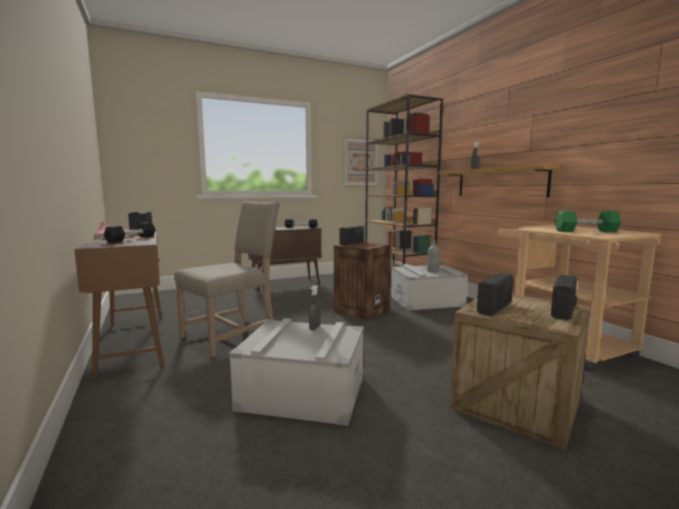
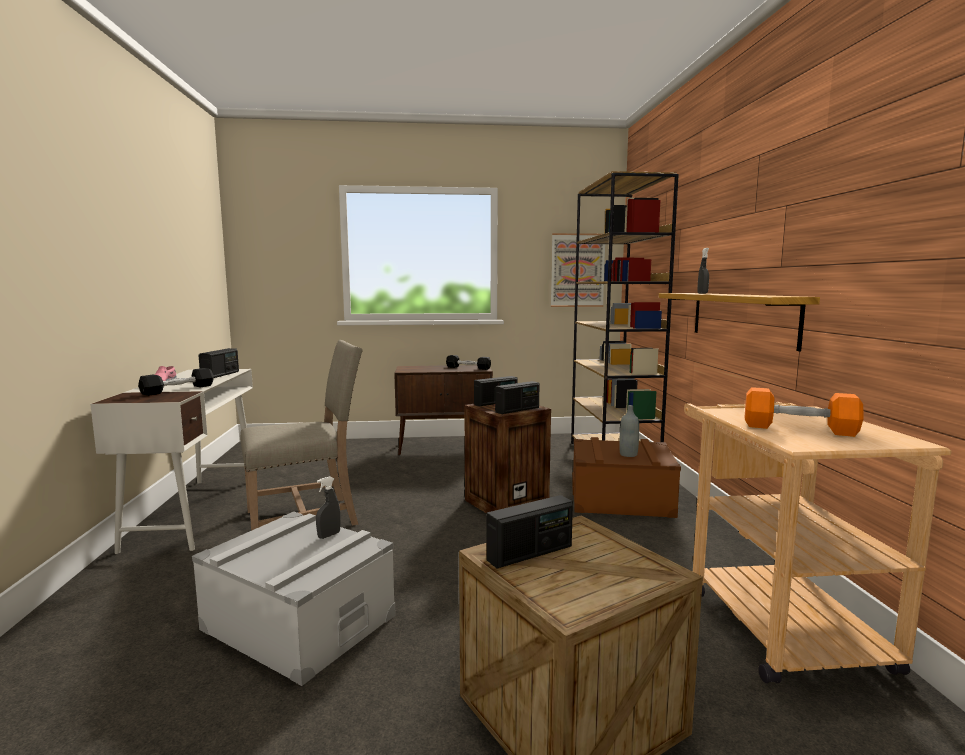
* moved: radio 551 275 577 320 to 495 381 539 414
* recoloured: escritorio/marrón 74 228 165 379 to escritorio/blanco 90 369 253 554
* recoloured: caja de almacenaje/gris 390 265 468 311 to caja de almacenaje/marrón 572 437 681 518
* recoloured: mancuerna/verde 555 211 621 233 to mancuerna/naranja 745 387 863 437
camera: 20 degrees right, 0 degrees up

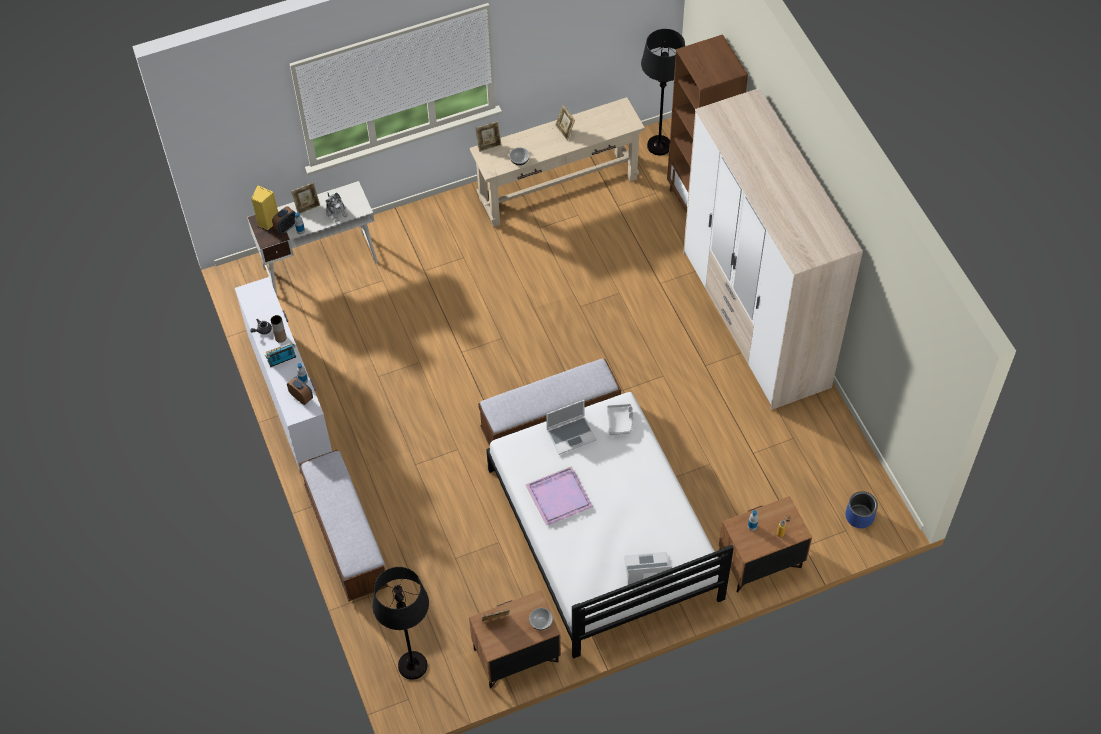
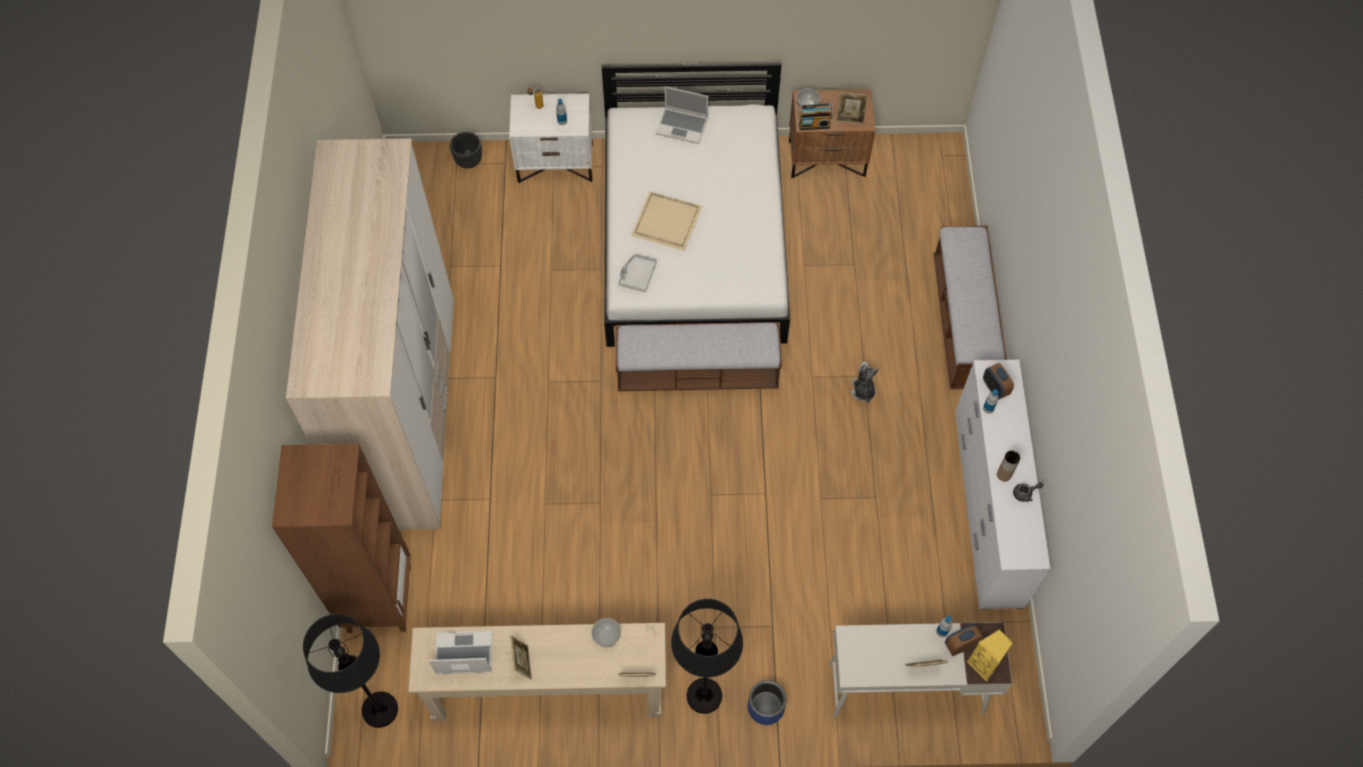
* removed: bandeja/morado 526 466 593 526
* added: maceta/negro 450 132 482 169
* added: bandeja/beis 631 192 703 251
* moved: radio 265 343 296 367 to 798 104 833 130
* moved: peluche 325 193 348 222 to 851 361 879 404
* moved: lámpara de pie/negro 372 567 429 680 to 671 599 743 714
* moved: portátil 546 400 597 455 to 428 631 492 674
* moved: maceta/azul 845 491 878 528 to 748 680 786 725
* recoloured: mesita de noche/marrón 719 496 812 593 to mesita de noche/blanco 509 94 593 183
camera: 160 degrees left, 5 degrees up

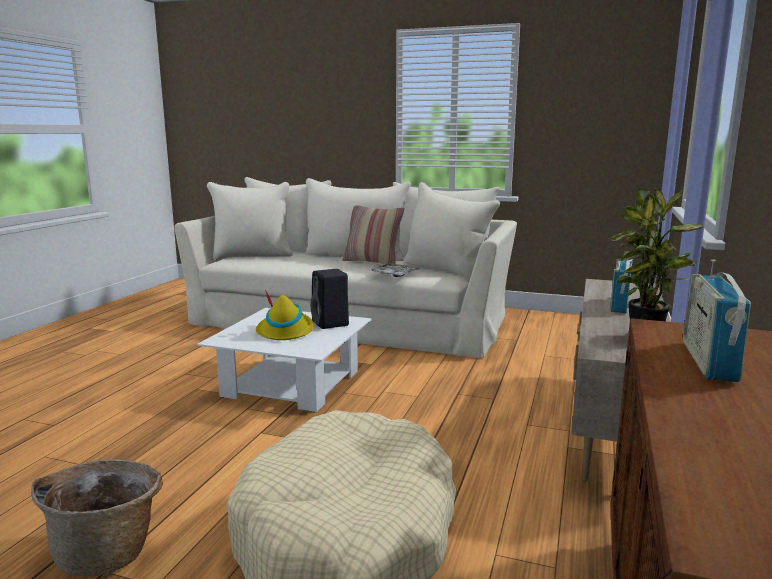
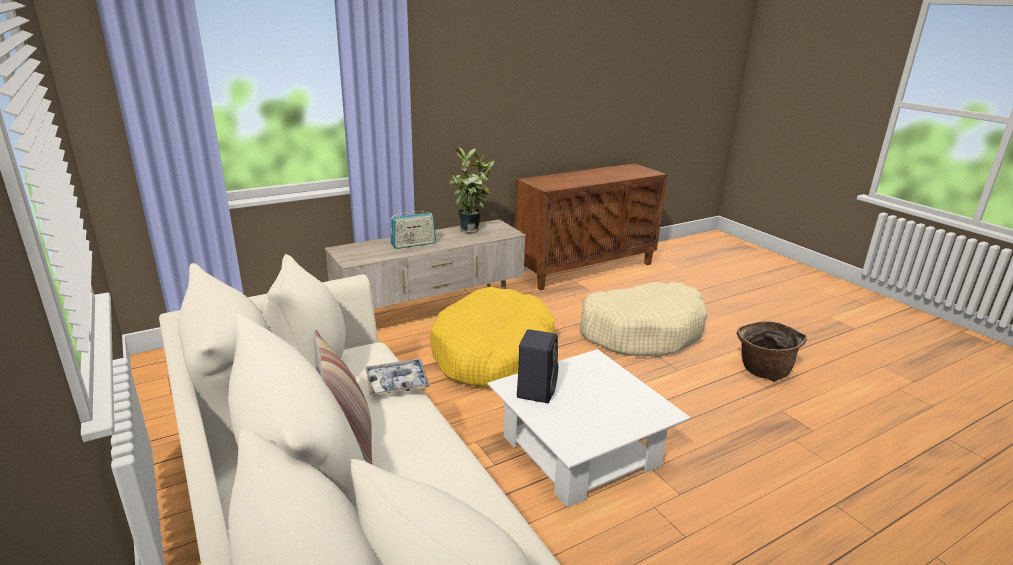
* removed: sombrero/amarillo 256 290 314 340
* removed: radio 683 260 751 382
* added: cama para perro/amarillo 430 287 556 388
camera: 140 degrees left, 10 degrees up

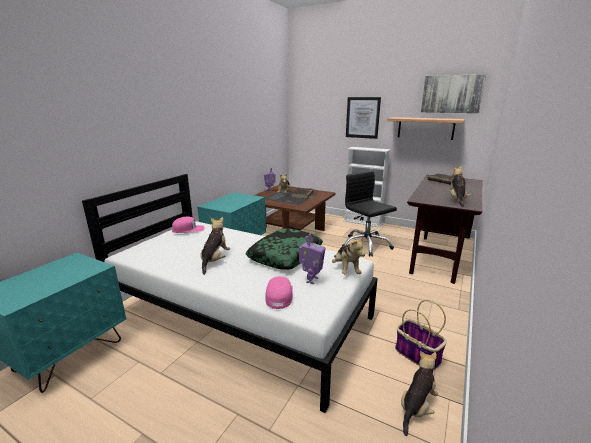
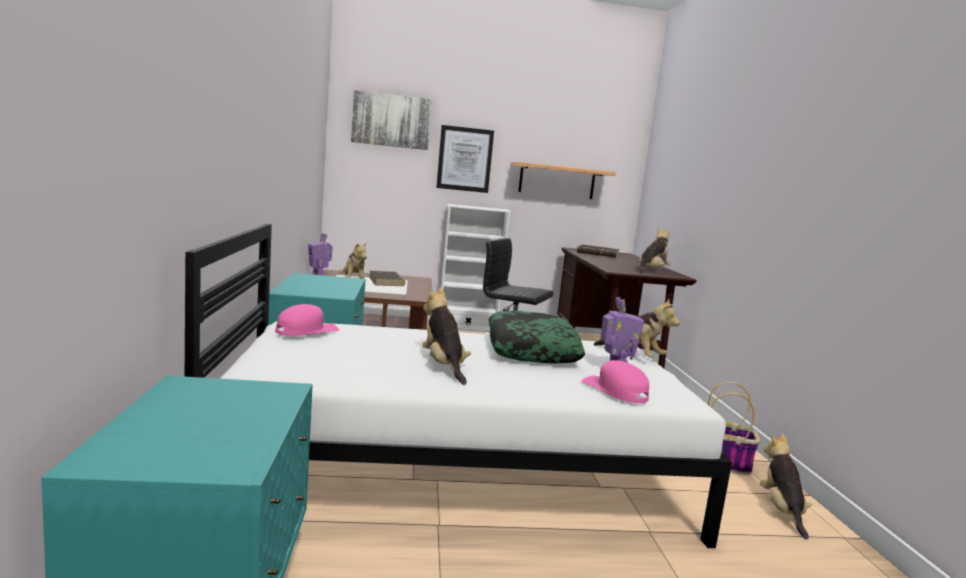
* moved: cuadro 421 74 486 113 to 351 90 432 150
* turned: peluche 449 166 470 207 = 639 227 671 273 60 degrees clockwise
camera: 35 degrees left, 10 degrees down

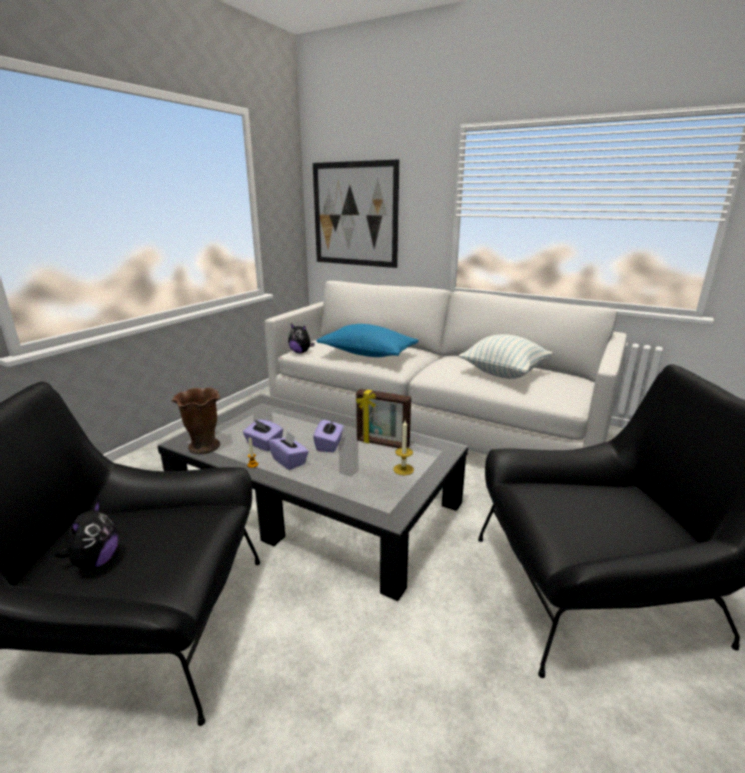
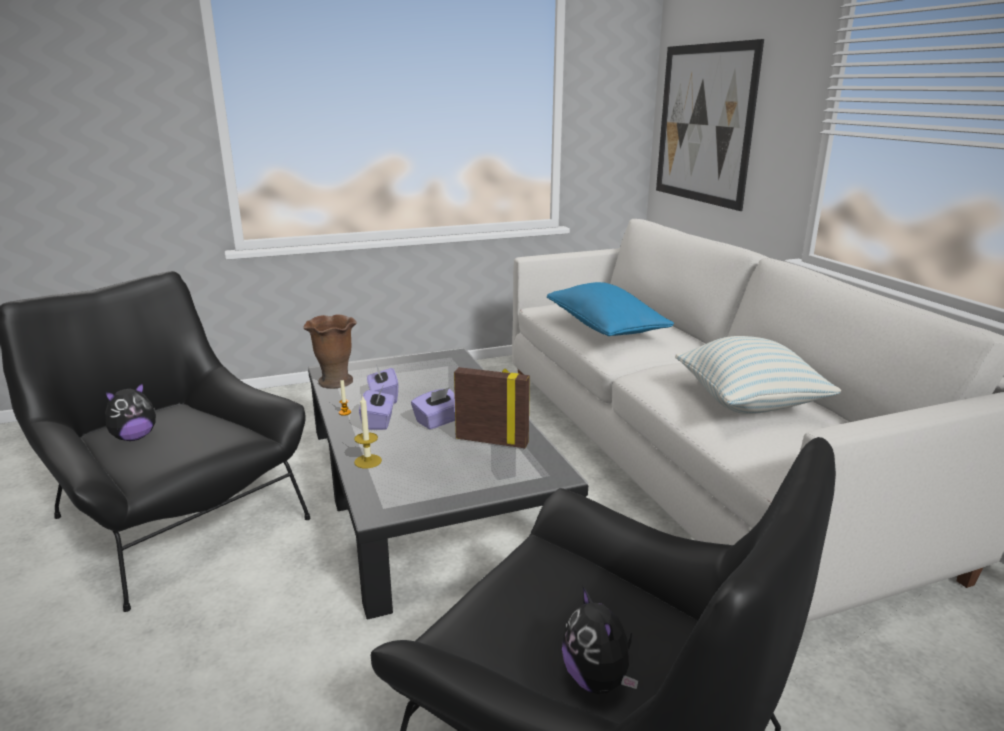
* moved: peluche 288 324 315 353 to 562 587 638 694
* moved: vela 393 421 414 475 to 354 395 382 468
* turned: portarretratos 356 389 411 448 = 454 367 530 448 135 degrees clockwise
camera: 40 degrees right, 0 degrees up

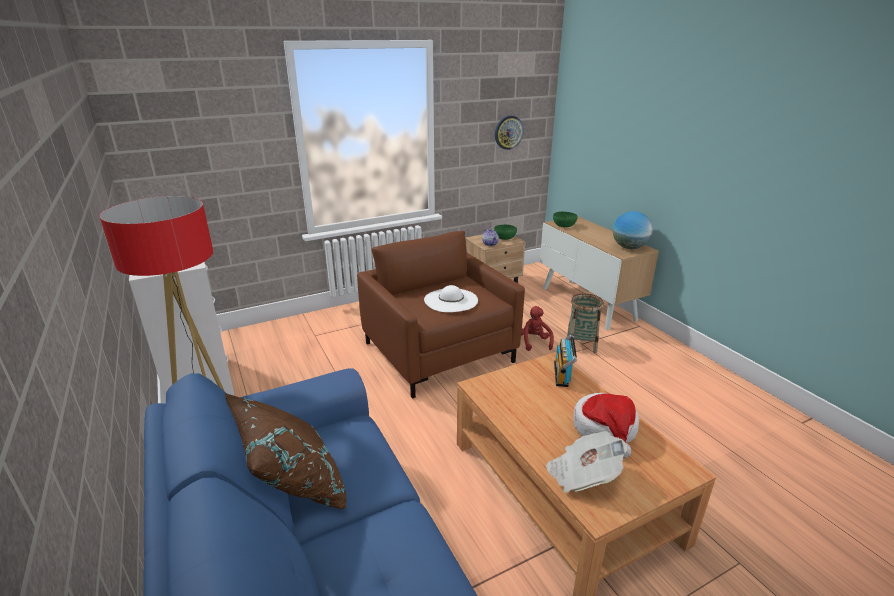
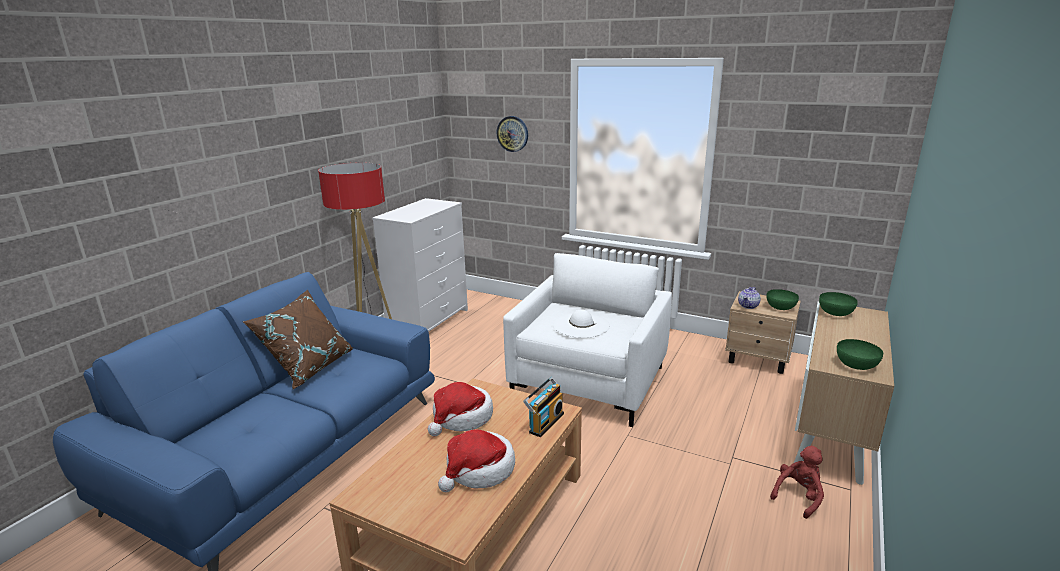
* removed: periódico 546 431 628 493
* removed: cesta 567 293 604 353
* added: sombrero 428 382 493 436
* moved: reloj de pared 495 116 524 150 to 496 116 528 152
* moved: peluche/rojo 521 306 554 351 to 770 446 824 519
* replaced: globo terráqueo 613 211 653 249 to cuenco/verde 837 339 883 370
* recoloured: sillón/marrón 357 231 525 399 to sillón/blanco 503 253 672 427
* turned: radio 554 334 577 387 = 523 377 564 437 150 degrees clockwise
camera: 55 degrees right, 5 degrees down

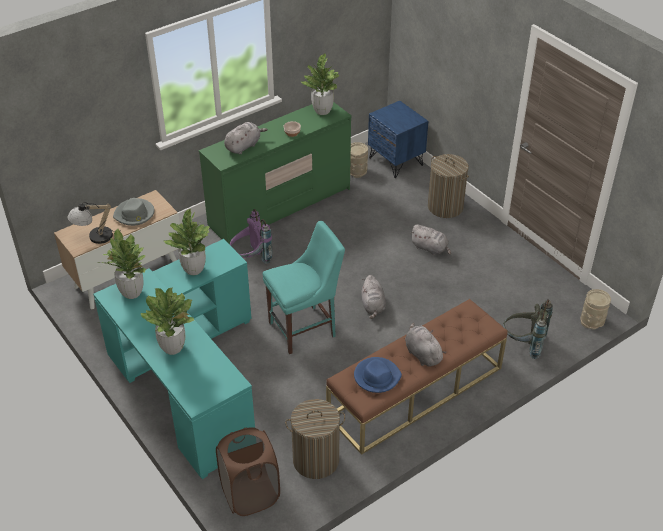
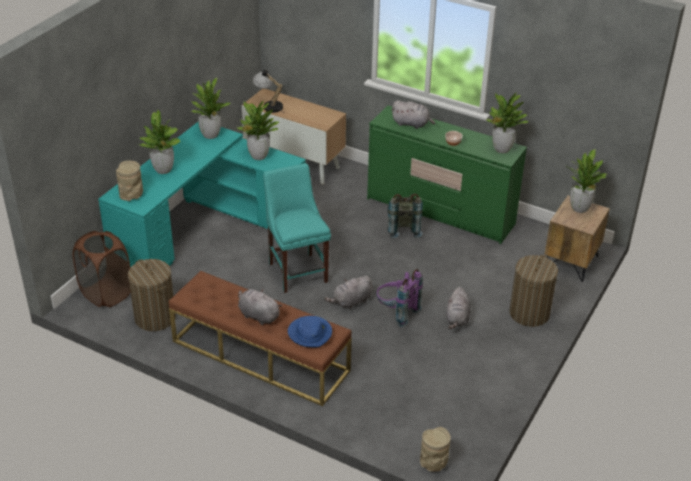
* removed: sombrero/gris 113 198 155 226
* added: planta en maceta 566 149 607 213
* moved: mochila/morado 229 209 273 264 to 376 269 423 327
* moved: florero/beis 350 142 368 178 to 116 161 143 201
* moved: sombrero/azul 354 357 402 393 to 288 316 332 347
* moved: mochila/gris 503 299 553 359 to 387 194 423 238
* recoloured: mesita de noche/azul 368 101 428 178 to mesita de noche/marrón 545 195 610 282
* turned: silla/turquesa 262 221 345 354 = 263 163 331 293 150 degrees counterclockwise
* turned: peluche/gris 405 323 446 367 = 238 289 282 325 90 degrees counterclockwise
camera: 65 degrees right, 5 degrees down

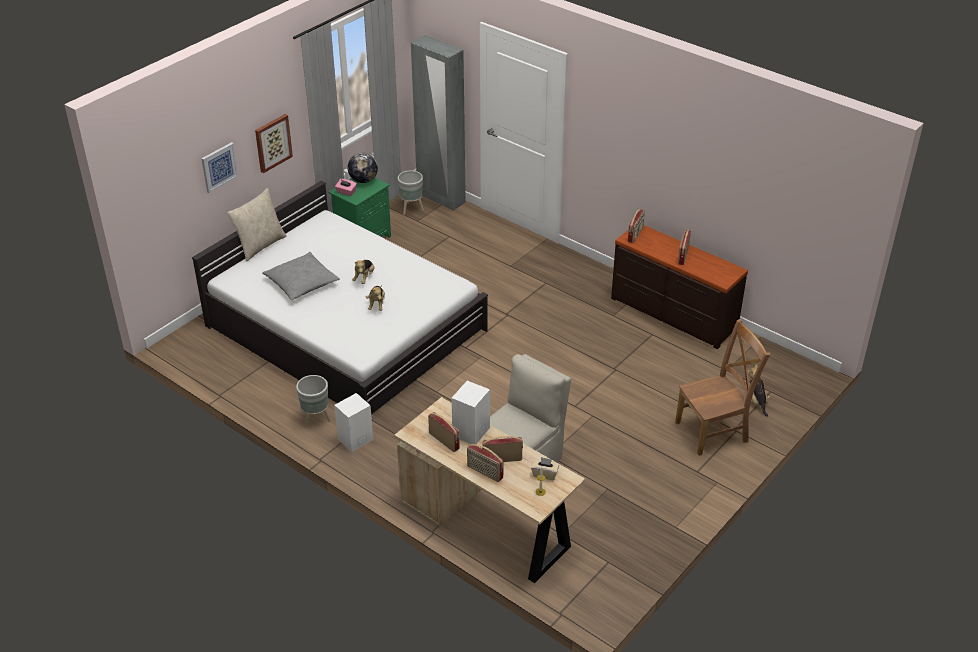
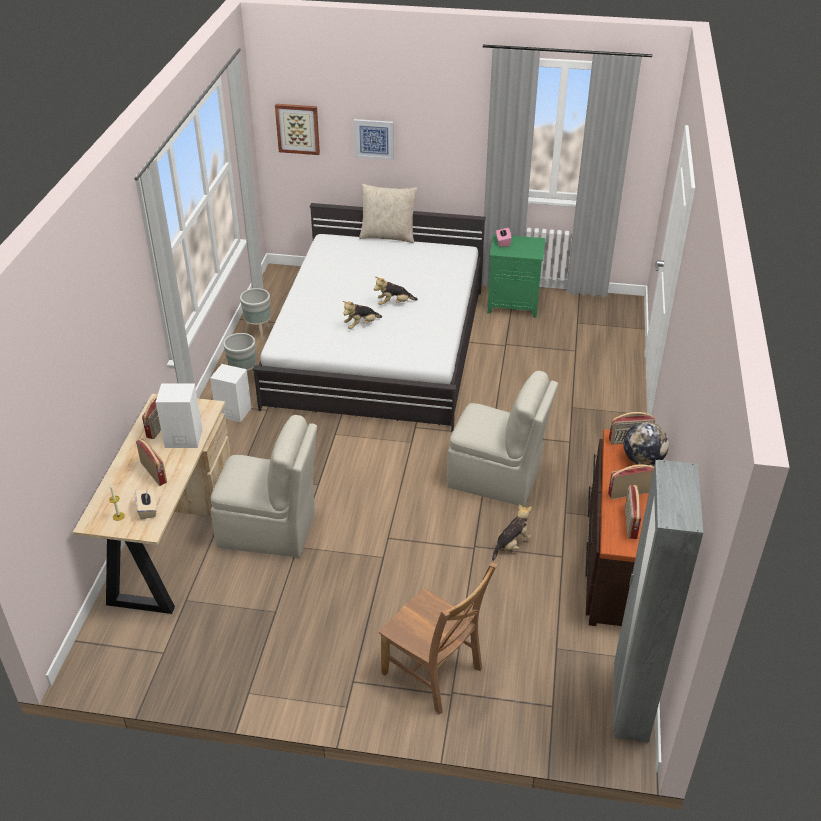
* removed: cojín/gris 262 252 340 301
* added: silla/beis 447 371 558 506
* moved: cuadro 255 114 293 173 to 275 104 320 155
* moved: globo terráqueo 348 153 378 183 to 624 422 669 466
* moved: maceta/gris 397 170 424 215 to 240 288 270 341
* moved: armario ropero/gris 411 35 466 211 to 613 460 703 743
* moved: radio 467 444 504 482 to 625 485 641 539
* moved: peluche 748 364 770 417 to 492 504 531 561
camera: 60 degrees right, 0 degrees up

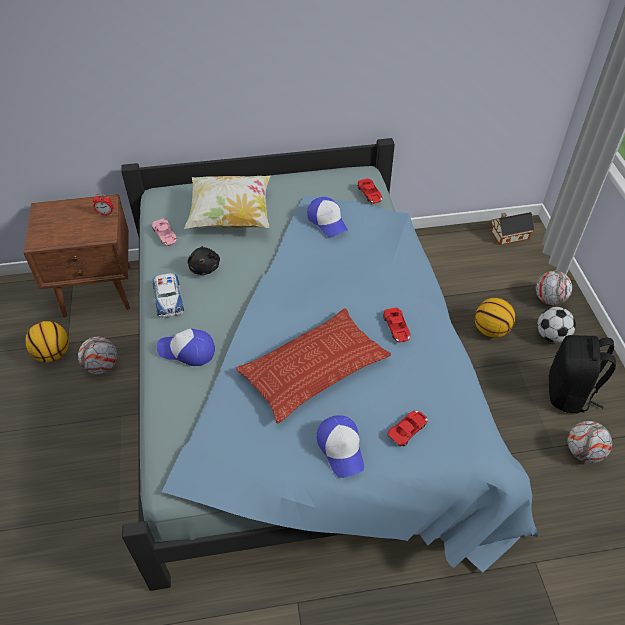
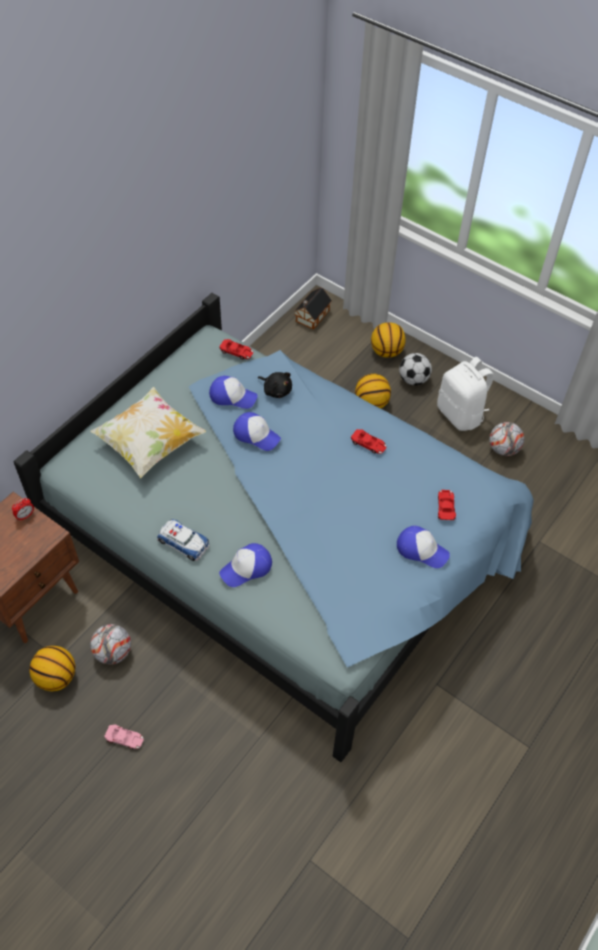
* removed: cojín 236 308 391 423
* added: gorra 233 412 281 451
* moved: coche de juguete/rosa 152 218 177 246 to 104 724 144 749
* moved: peluche/negro 187 246 220 275 to 258 372 292 398
* replaced: balón de fútbol 536 271 572 305 to balón de baloncesto 371 322 406 358
* recoloured: mochila/negro 549 335 616 414 to mochila/blanco 437 357 494 431
camera: 45 degrees left, 5 degrees up

